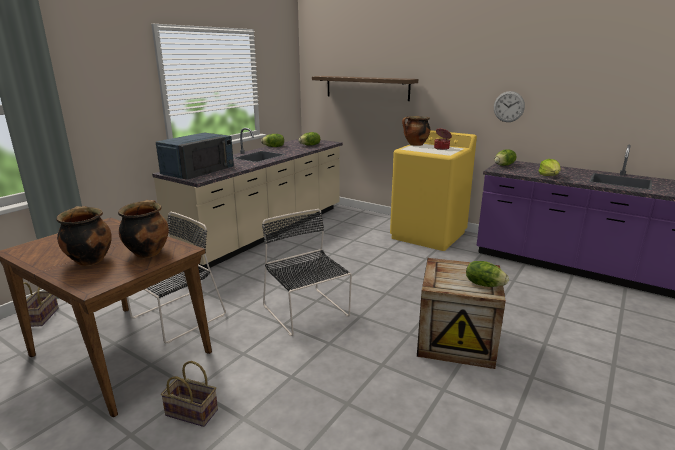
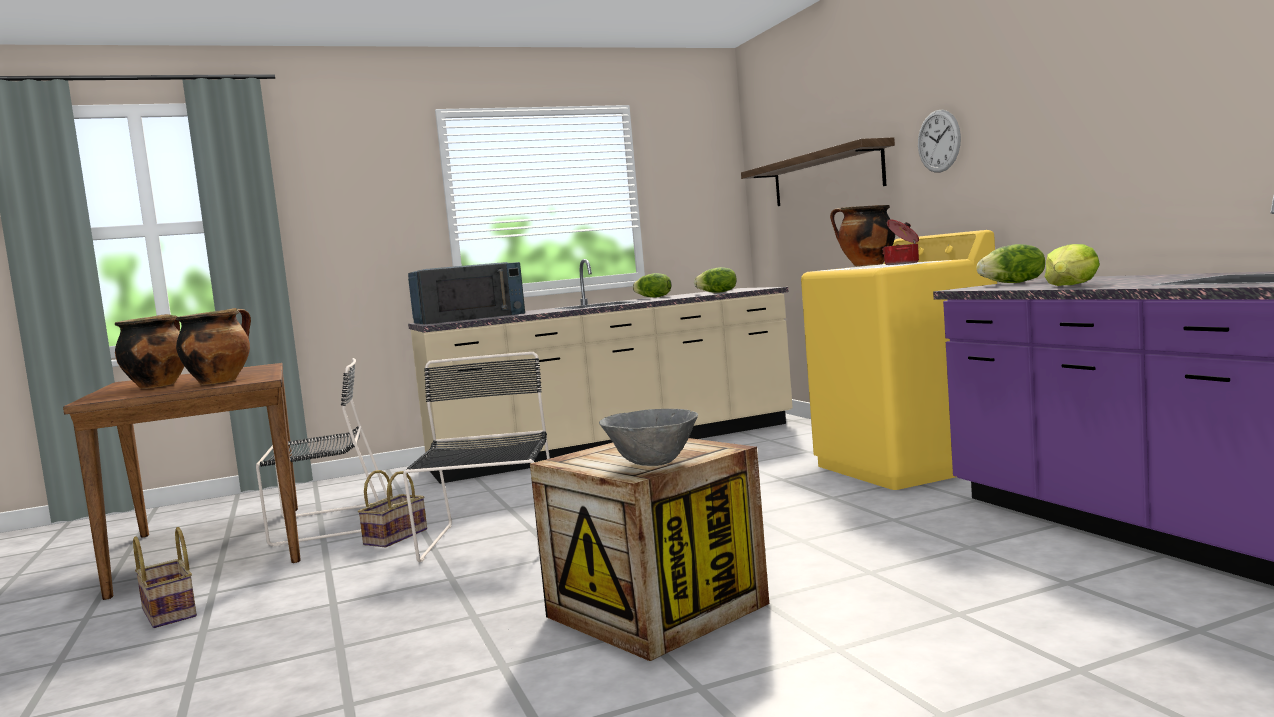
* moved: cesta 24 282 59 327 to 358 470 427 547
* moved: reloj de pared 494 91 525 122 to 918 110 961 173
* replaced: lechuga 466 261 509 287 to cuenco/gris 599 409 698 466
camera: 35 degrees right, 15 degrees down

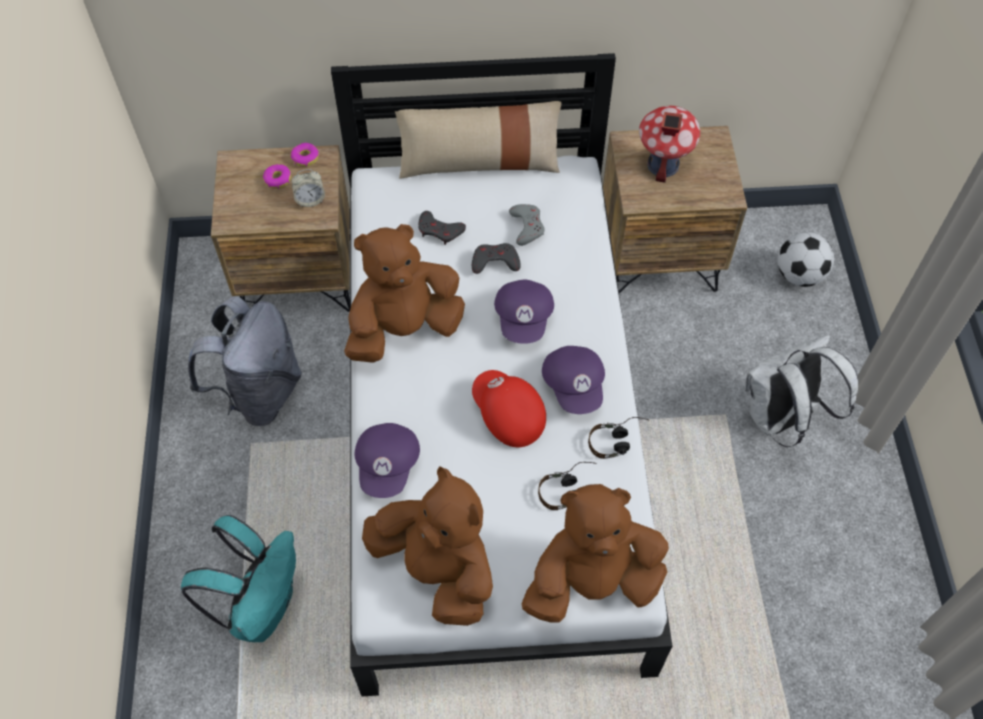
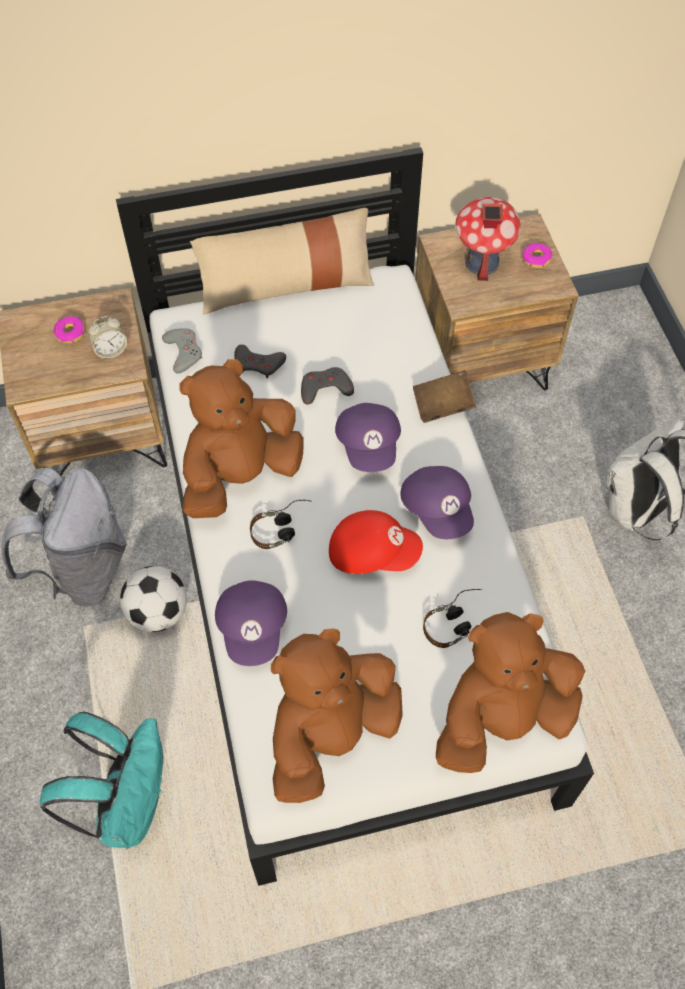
* added: libro/marrón 413 370 476 423
* moved: rosquilla 291 143 319 167 to 522 243 552 268
* moved: mando de consola/gris 509 204 545 246 to 162 328 202 374
* moved: auriculares 588 417 650 459 to 250 500 310 549
* moved: balón de fútbol 778 232 834 287 to 120 566 187 632
* turned: peluche/marrón 362 467 493 626 = 271 628 403 803 75 degrees counterclockwise
* turned: gorra/rojo 472 370 546 447 = 329 510 423 574 150 degrees clockwise
camera: 10 degrees left, 0 degrees up

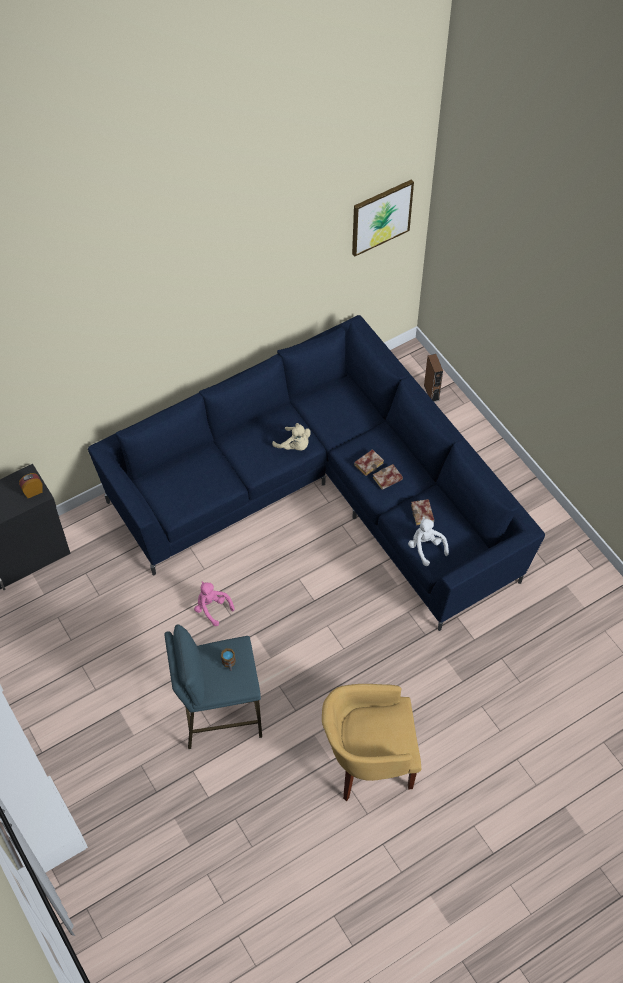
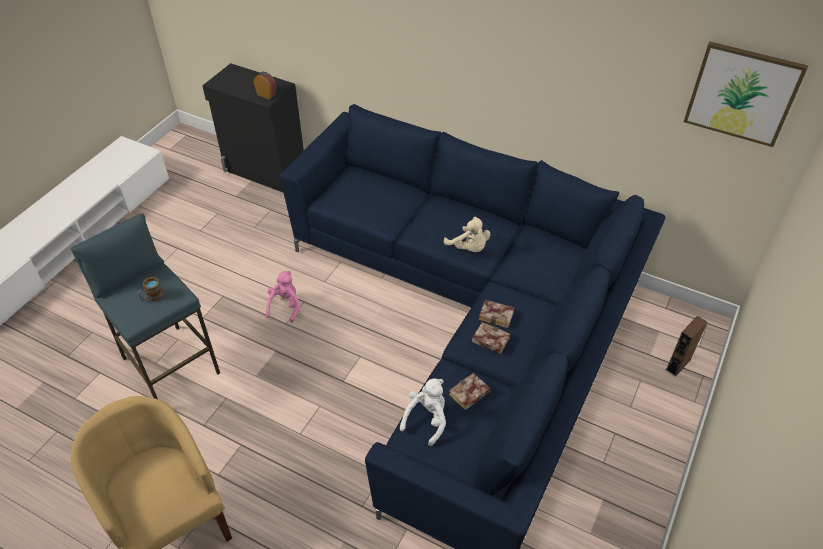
* turned: peluche/beis 272 423 311 451 = 444 217 490 252 45 degrees counterclockwise
camera: 60 degrees right, 10 degrees down

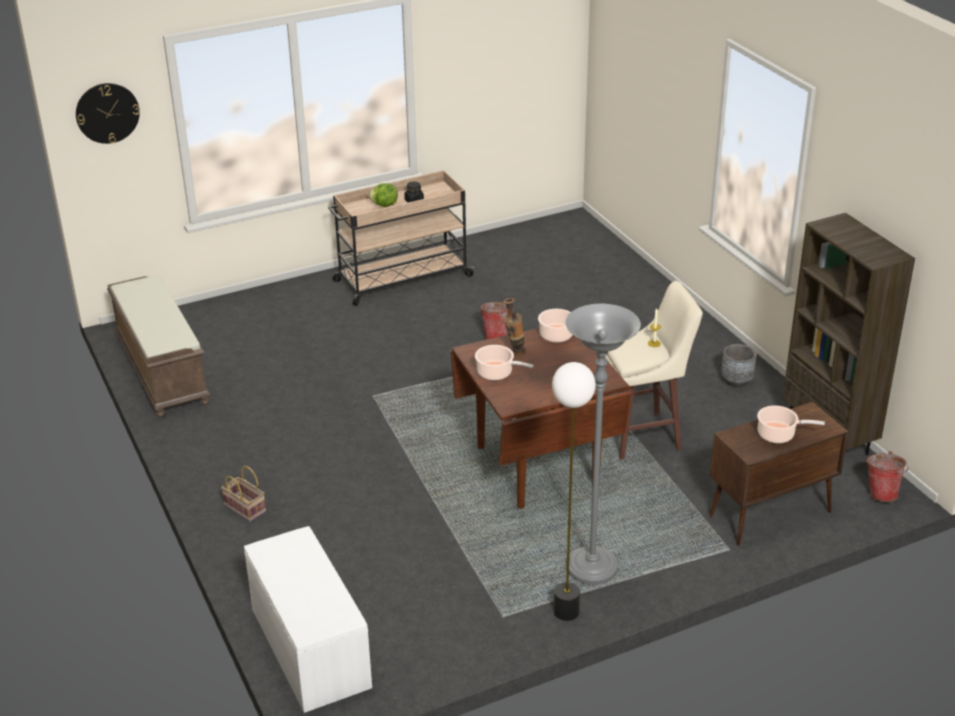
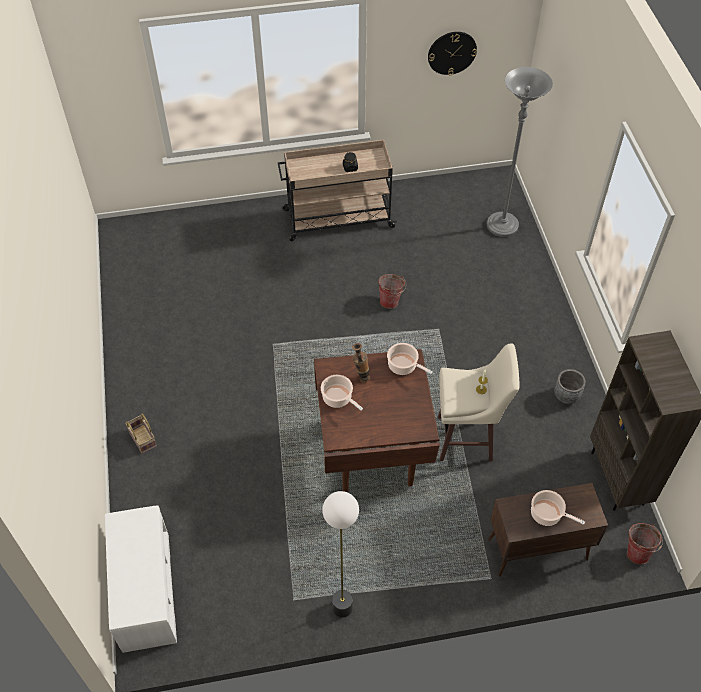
* removed: banco/marrón 107 275 210 418
* removed: lechuga 368 183 398 207
* moved: reloj de pared 76 83 140 144 to 428 32 477 75
* moved: lámpara de pie/gris 566 304 641 585 to 487 67 553 237
camera: 15 degrees right, 20 degrees up

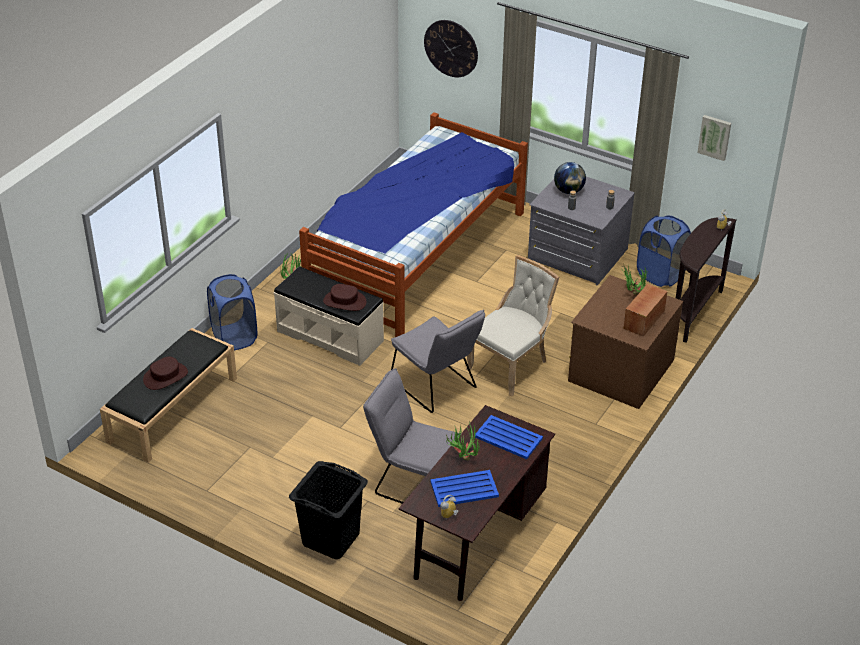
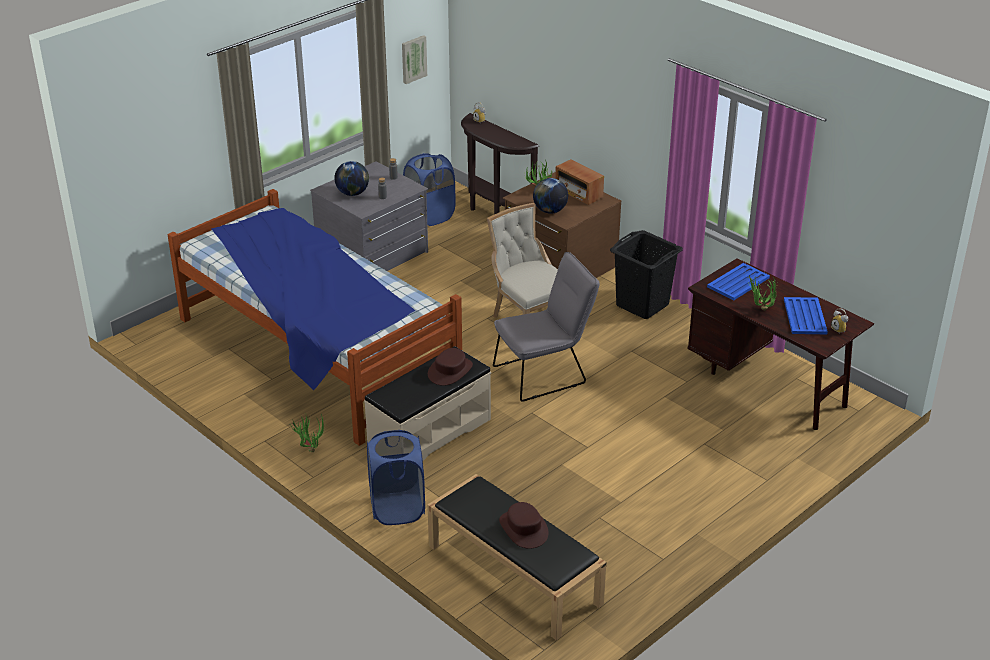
* removed: silla/gris 363 368 461 504
* removed: reloj de pared 424 20 478 77
* added: globo terráqueo 533 178 568 214
* moved: cesto de la ropa/negro 289 461 368 559 to 610 230 683 319
camera: 75 degrees left, 5 degrees down

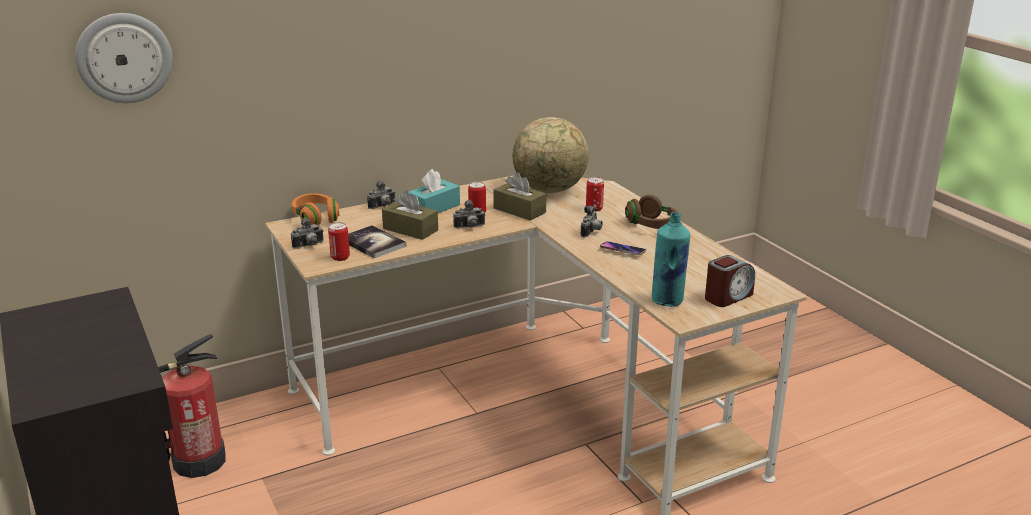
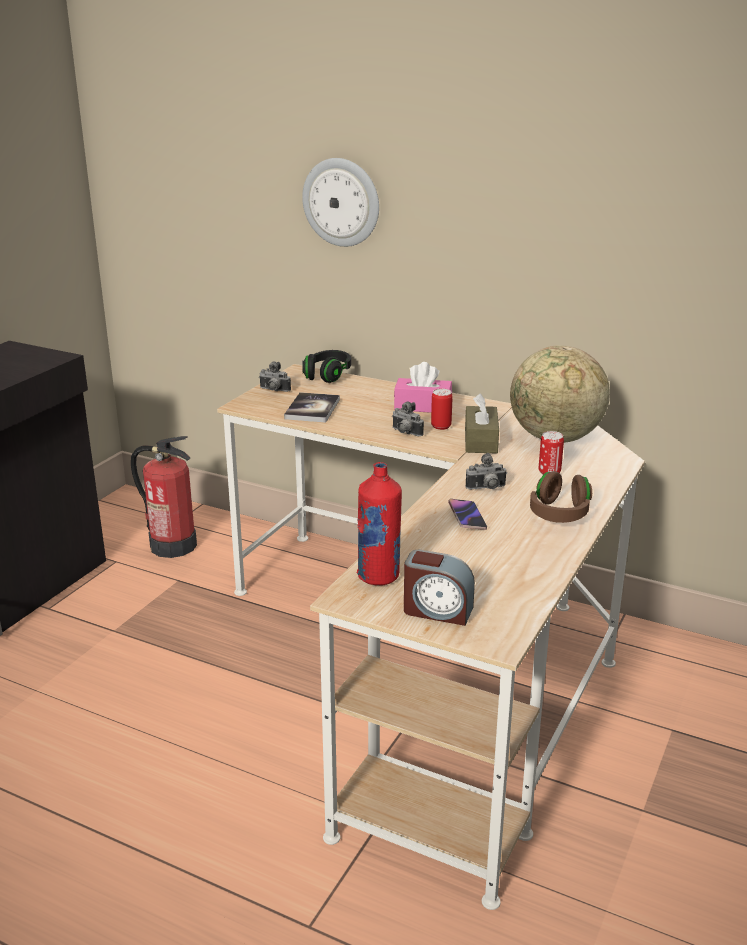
* removed: lata 328 222 350 261
* removed: cámara 367 180 395 209
* removed: caja de pañuelos/marrón 382 190 438 240
* moved: reloj de pared 75 13 173 103 to 302 158 379 247
* recoloured: auriculares/naranja 292 193 339 225 to auriculares/negro 302 350 351 383
* recoloured: caja de pañuelos/turquesa 409 169 460 213 to caja de pañuelos/rosa 394 362 452 413
* recoloured: botella/turquesa 652 212 690 307 to botella/rojo 357 462 402 586
camera: 55 degrees right, 0 degrees up

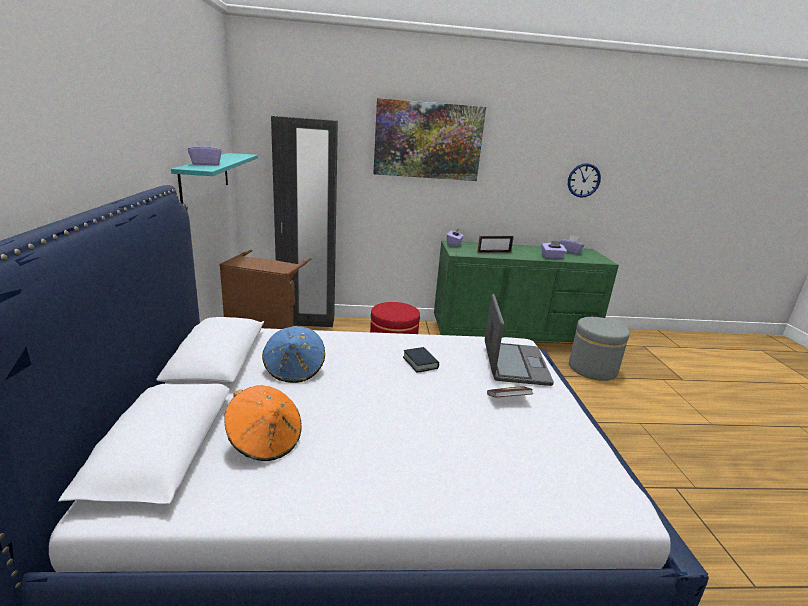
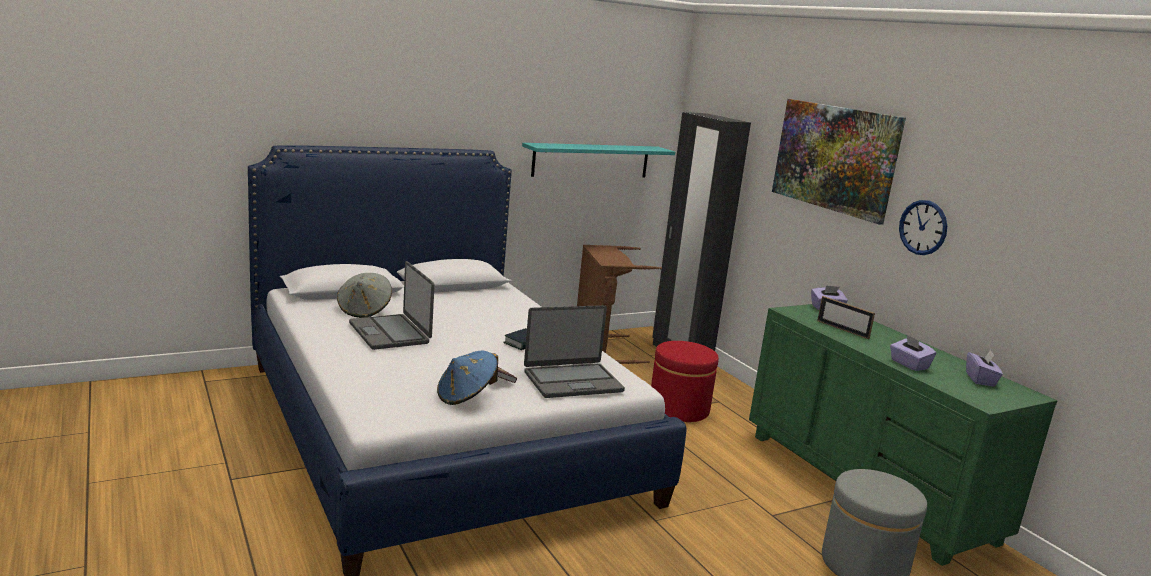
* removed: caja de pañuelos/morado 188 139 221 166
* added: portátil 349 261 435 350
* moved: sombrero/azul 262 326 325 383 to 437 351 498 405
* moved: reloj de pared 568 163 601 198 to 899 200 947 255
* recoloured: sombrero/naranja 224 385 301 461 to sombrero/gris 337 273 392 318
camera: 65 degrees right, 5 degrees down

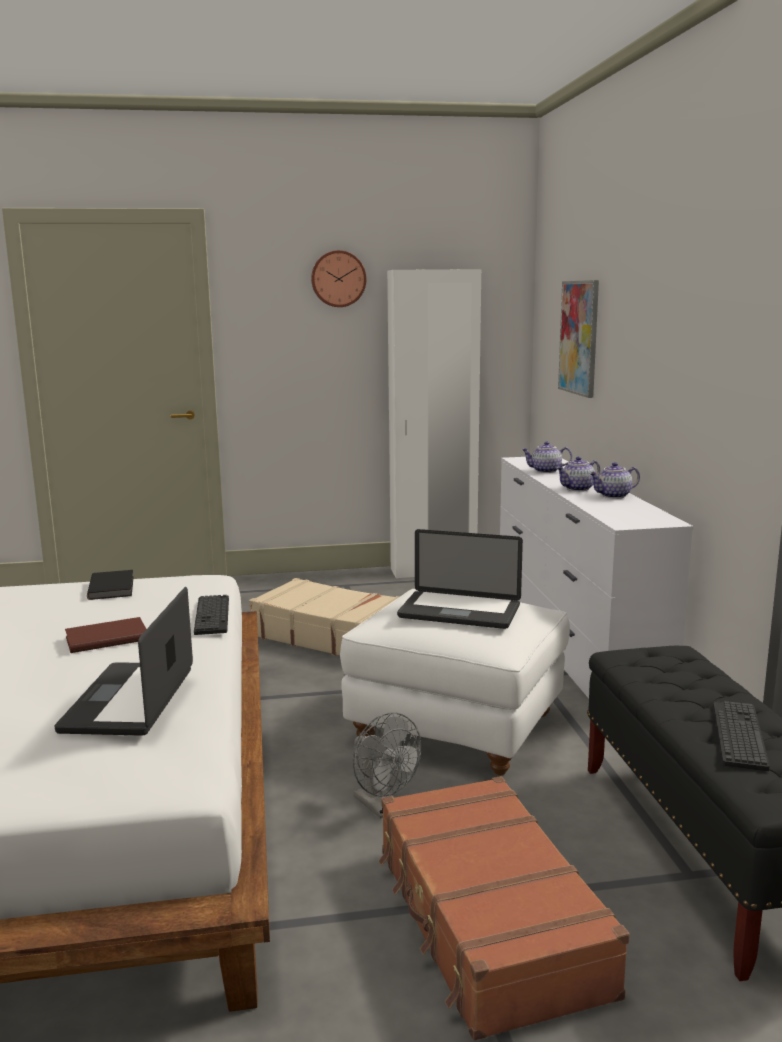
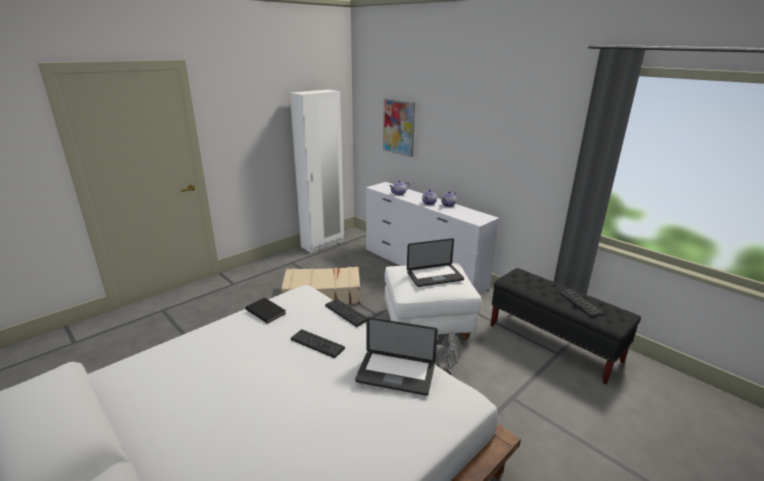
* removed: reloj de pared 311 250 366 307
* removed: maleta/marrón 379 776 630 1041
* replaced: libro/marrón 65 617 146 653 to teclado 291 329 345 358
* turned: portátil 55 587 193 736 = 355 317 438 396 45 degrees counterclockwise
camera: 35 degrees left, 10 degrees up

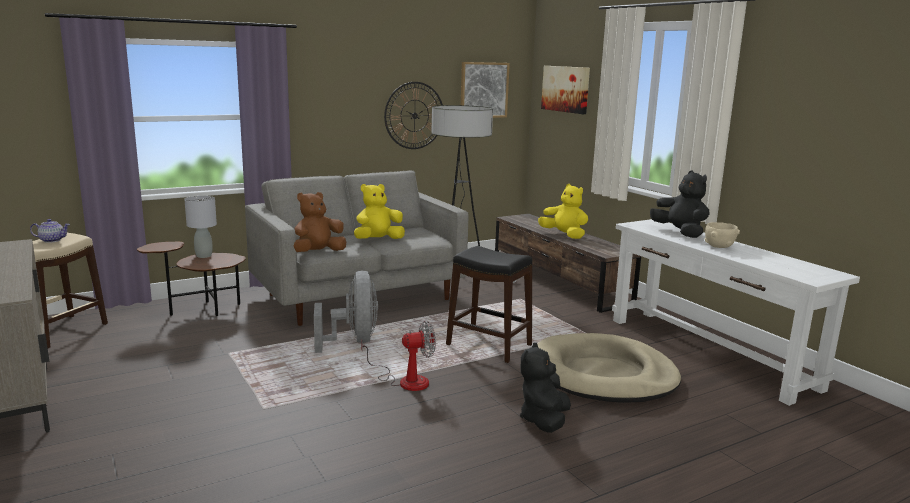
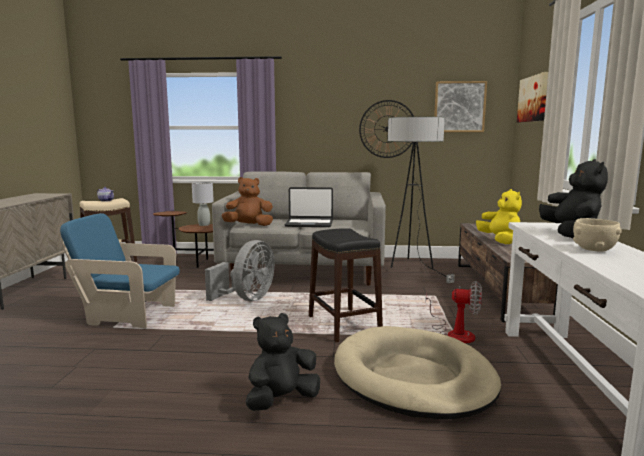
* added: sillón/azul 60 213 180 328
* moved: ventilador 361 321 436 391 to 425 281 482 343
* replaced: peluche/amarillo 354 184 405 239 to portátil 285 187 333 227
camera: 35 degrees right, 5 degrees down

